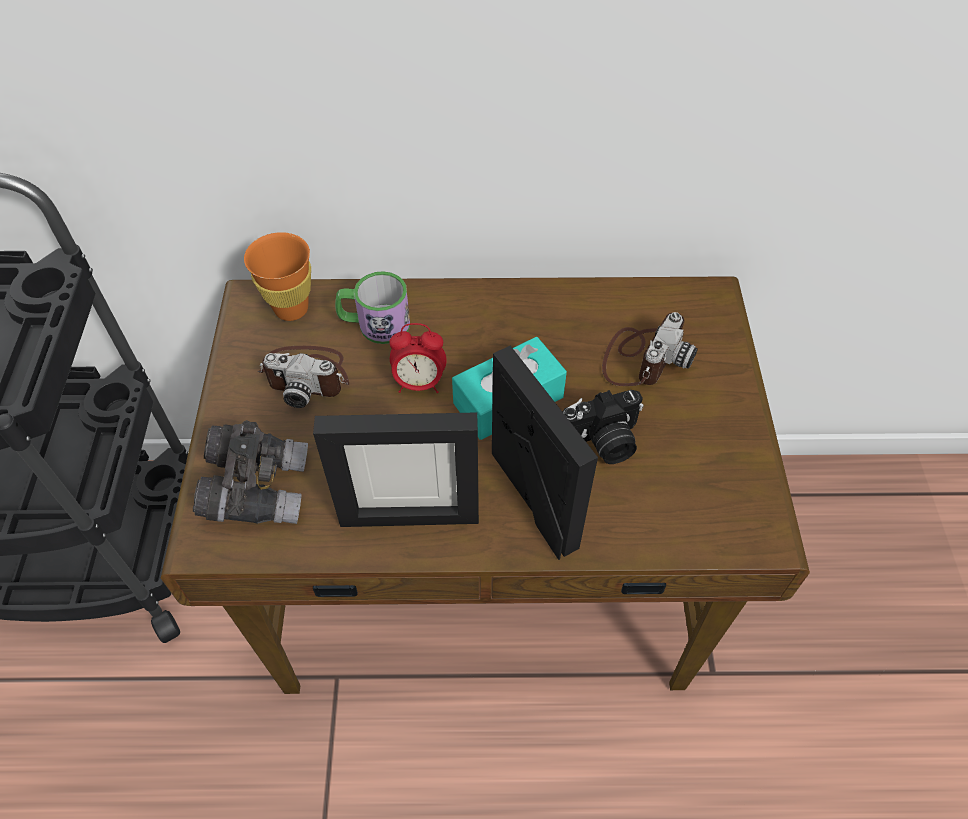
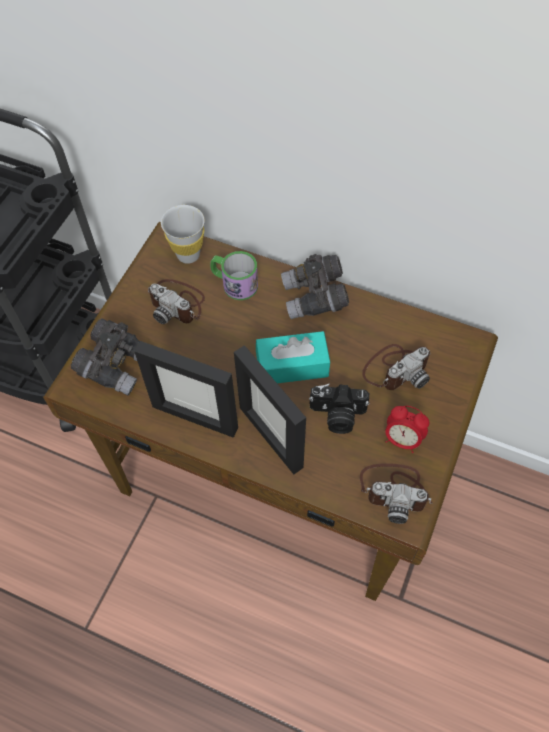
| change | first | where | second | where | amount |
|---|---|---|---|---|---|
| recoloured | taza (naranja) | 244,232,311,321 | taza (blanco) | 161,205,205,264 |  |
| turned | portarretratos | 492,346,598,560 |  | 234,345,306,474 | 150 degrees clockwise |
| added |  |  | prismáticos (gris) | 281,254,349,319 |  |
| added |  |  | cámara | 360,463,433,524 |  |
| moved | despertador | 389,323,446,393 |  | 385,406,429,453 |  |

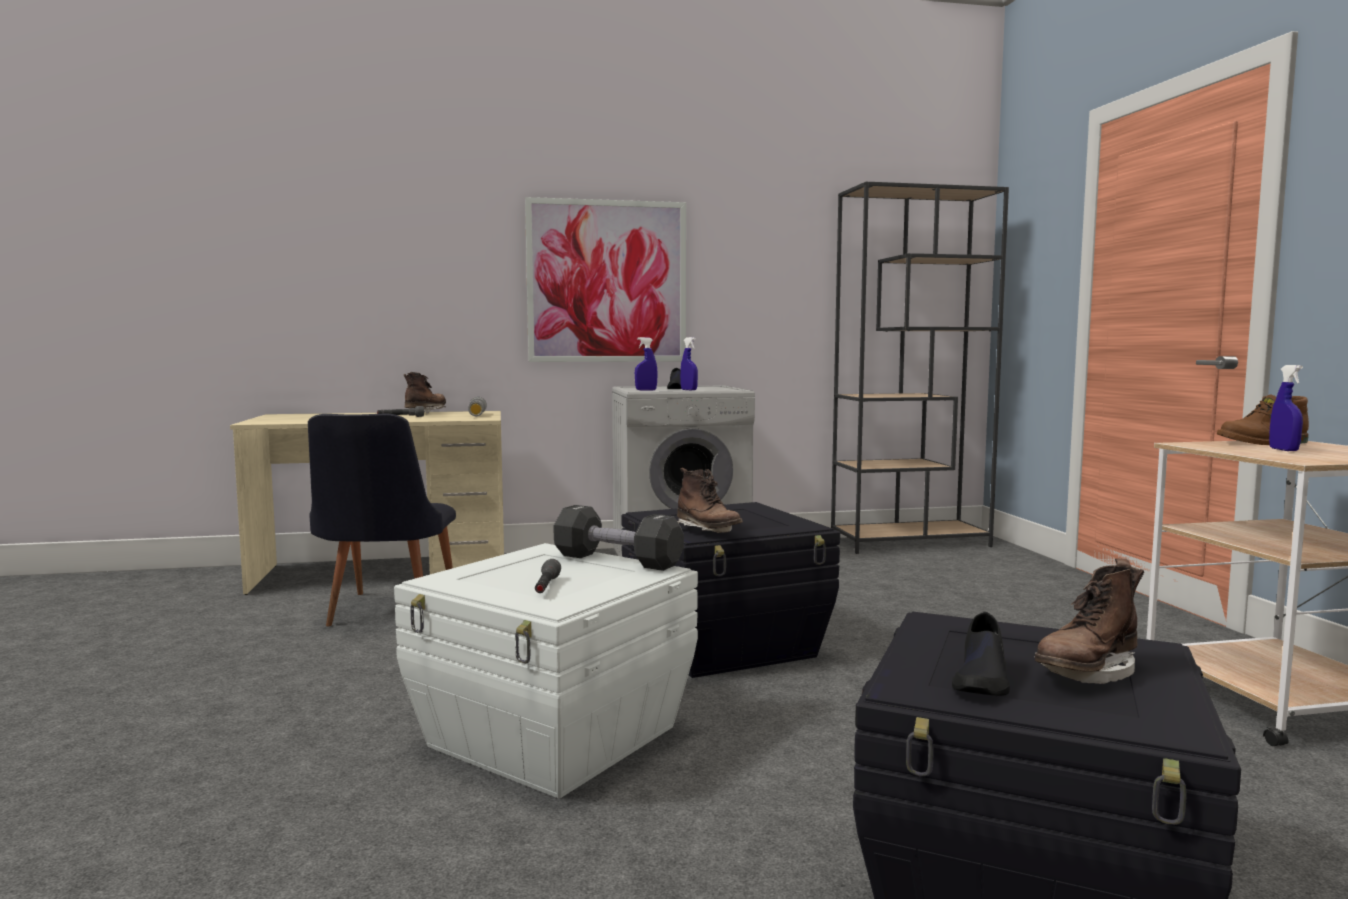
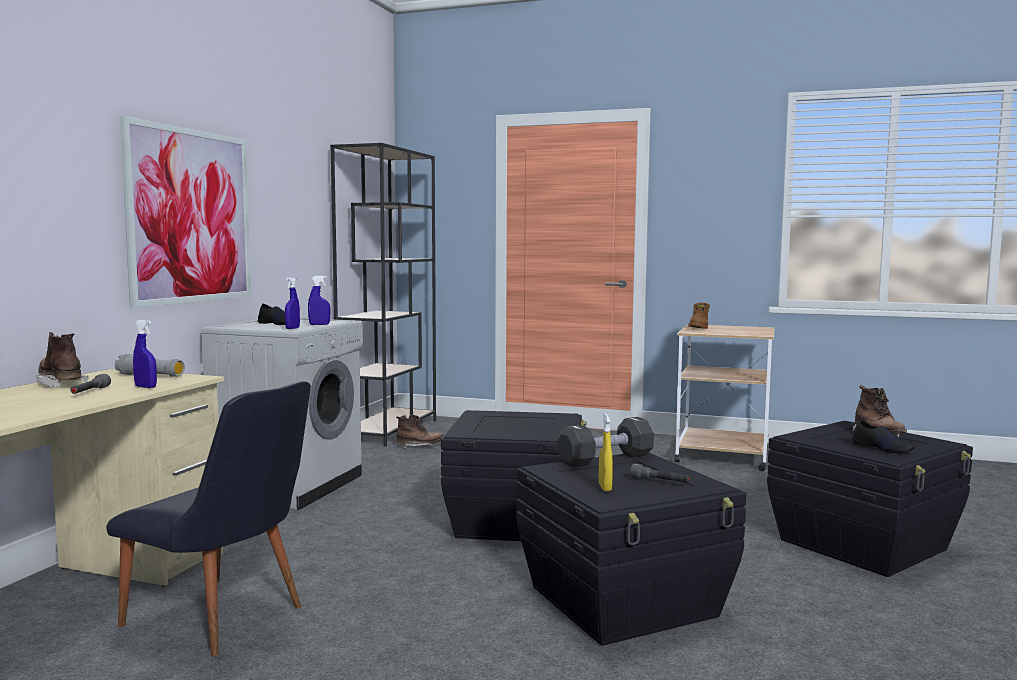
| change | first | where | second | where | amount |
|---|---|---|---|---|---|
| moved | pulverizador (azul) | 1269,365,1303,451 |  | 133,320,157,388 |  |
| moved | bota (marrón) | 677,468,743,533 |  | 396,414,444,449 |  |
| recoloured | caja de almacenaje (blanco) | 394,543,698,799 | caja de almacenaje (negro) | 516,453,746,646 |  |
| added |  |  | pulverizador (amarillo) | 599,413,613,491 |  |

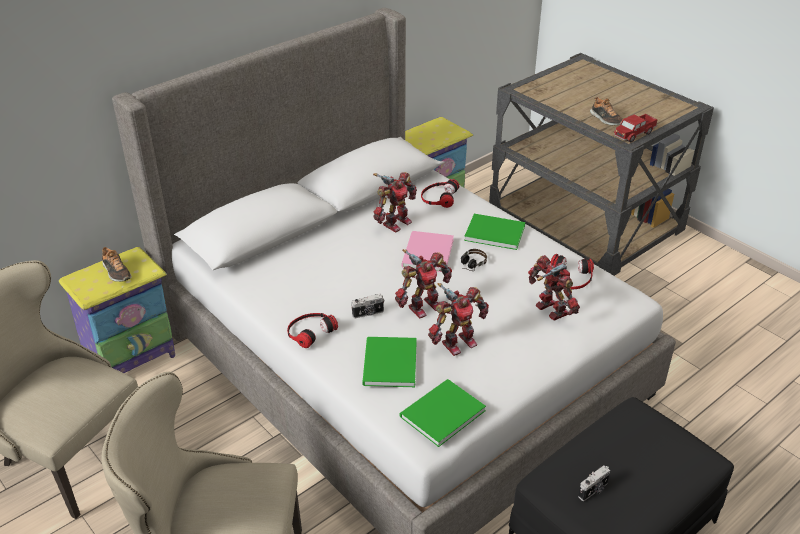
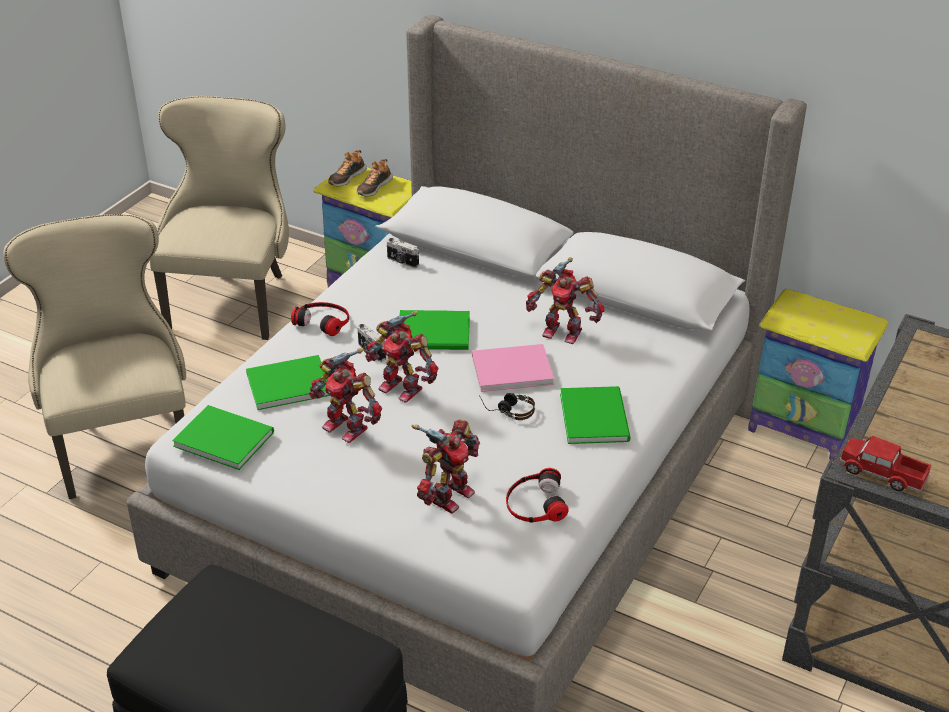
| change | first | where | second | where | amount |
|---|---|---|---|---|---|
| moved | zapato | 590,97,623,125 |  | 328,150,367,186 |  |
| moved | cámara | 578,466,610,501 |  | 387,238,419,268 |  |
| added |  |  | libro (verde) | 399,310,470,350 |  |
| removed | auriculares | 421,179,459,208 |  |  |  |

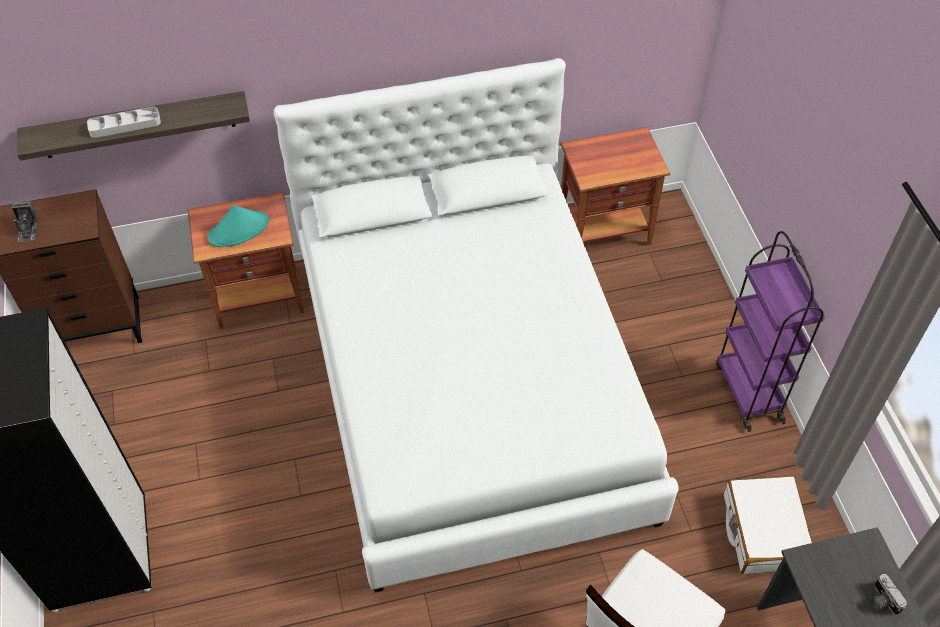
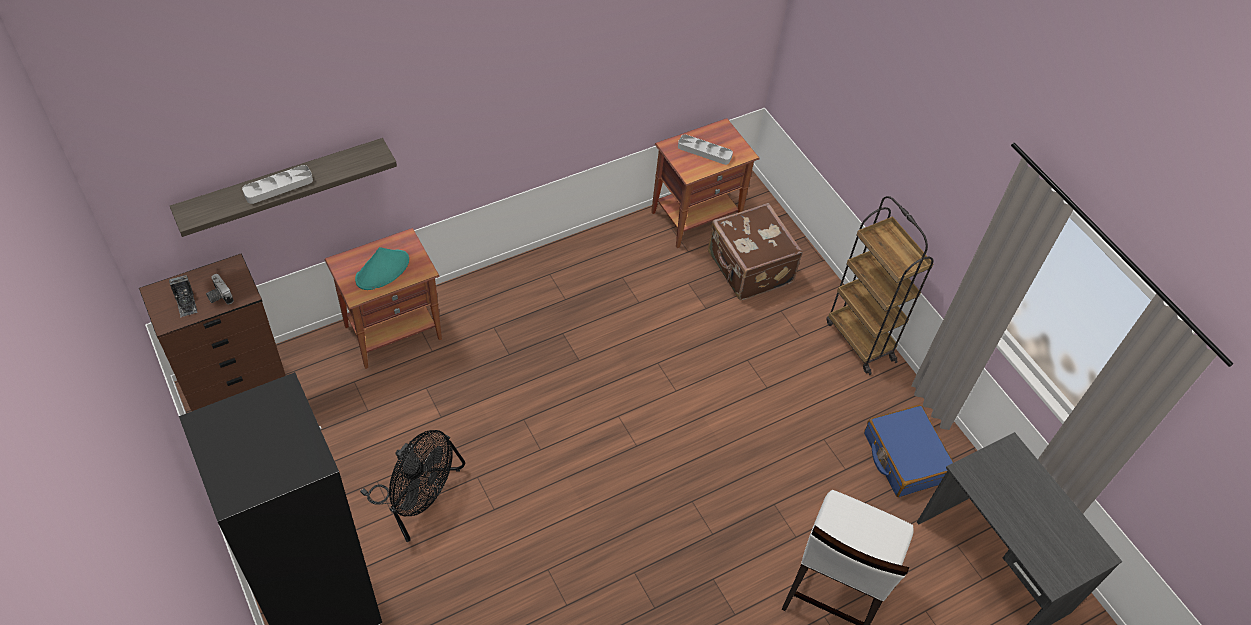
| change | first | where | second | where | amount |
|---|---|---|---|---|---|
| moved | cámara | 871,574,907,615 |  | 206,274,234,304 |  |
| added |  |  | ventilador (negro) | 360,430,465,542 |  |
| added |  |  | bandeja (gris) | 678,134,733,165 |  |
| added |  |  | maleta (marrón) | 708,203,803,300 |  |
| recoloured | carrito (morado) | 716,231,825,432 | carrito (marrón) | 826,196,934,375 |  |
| recoloured | maleta (blanco) | 724,475,813,574 | maleta (azul) | 864,405,954,497 |  |
| removed | cama (blanco) | 274,58,678,593 |  |  |  |

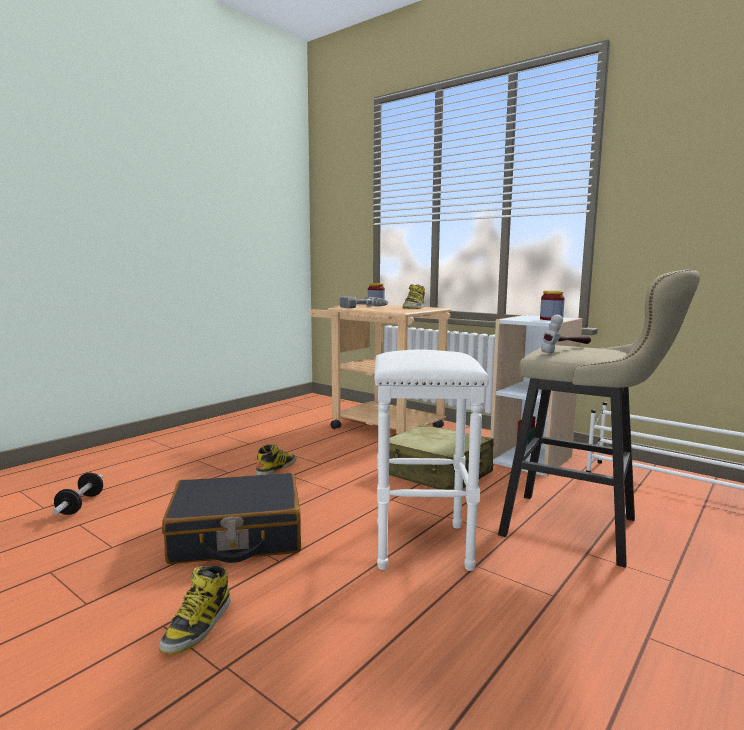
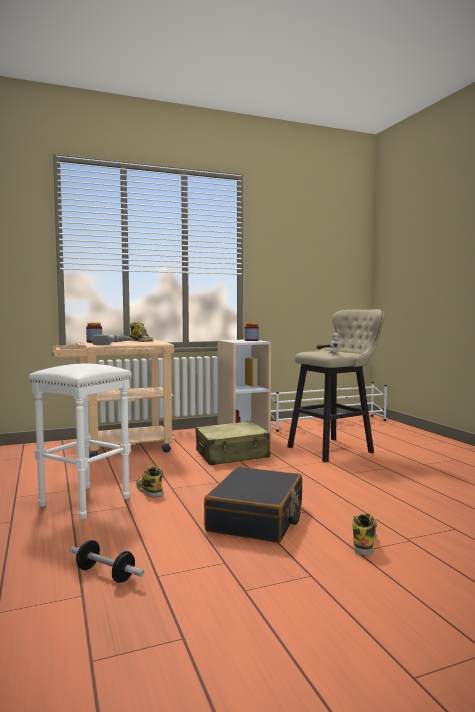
| change | first | where | second | where | amount |
|---|---|---|---|---|---|
| moved | taburete (blanco) | 375,350,489,571 |  | 29,364,132,519 |  |
| turned | bota | 159,566,231,655 |  | 352,513,377,556 | 120 degrees counterclockwise |

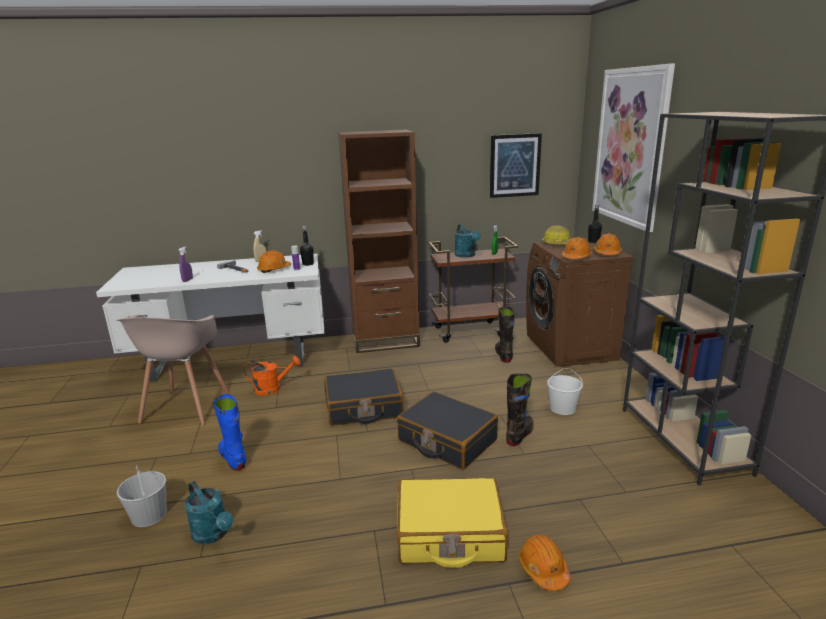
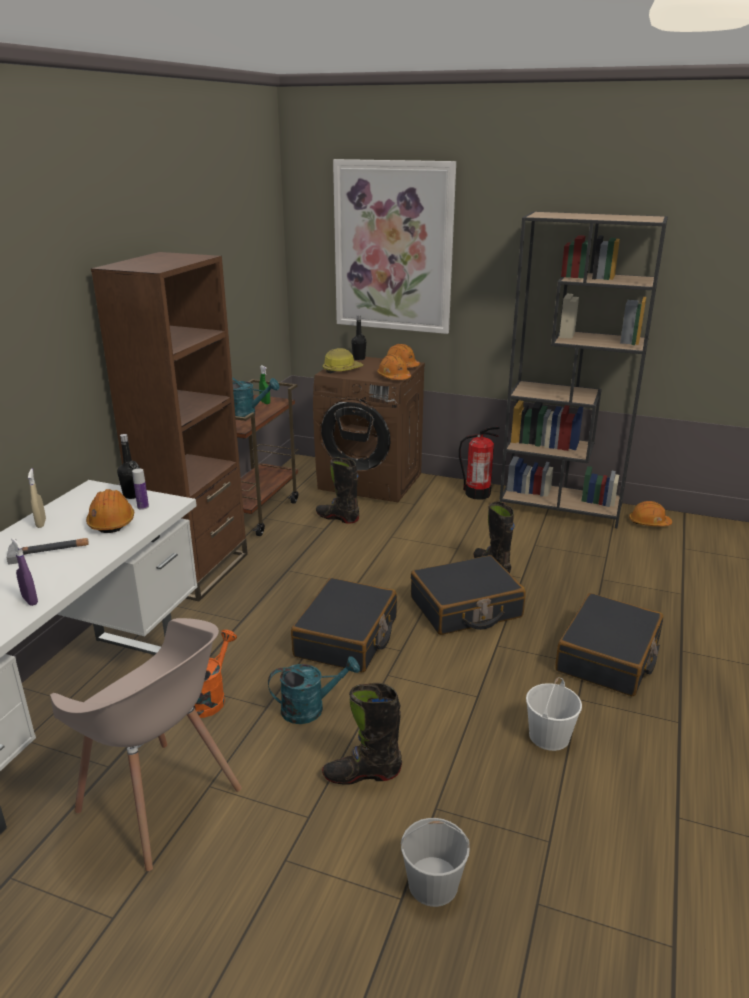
| change | first | where | second | where | amount |
|---|---|---|---|---|---|
| moved | regadera (turquesa) | 185,481,233,544 |  | 268,656,360,724 |  |
| recoloured | bota (azul) | 213,394,246,471 | bota (negro) | 322,683,402,785 |  |
| added |  |  | extintor | 459,427,500,500 |  |
| moved | cubo (blanco) | 547,368,583,415 |  | 526,677,582,751 |  |
| recoloured | maleta (amarillo) | 397,478,508,568 | maleta (negro) | 555,593,663,696 |  |
| moved | casco (naranja) | 518,535,571,590 |  | 629,501,672,526 |  |
| removed | cuadro | 490,133,542,198 |  |  |  |

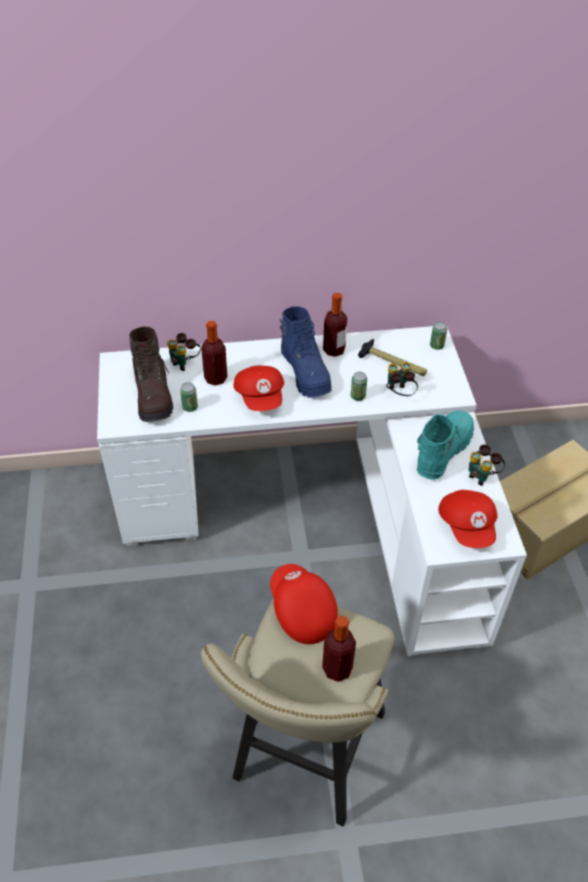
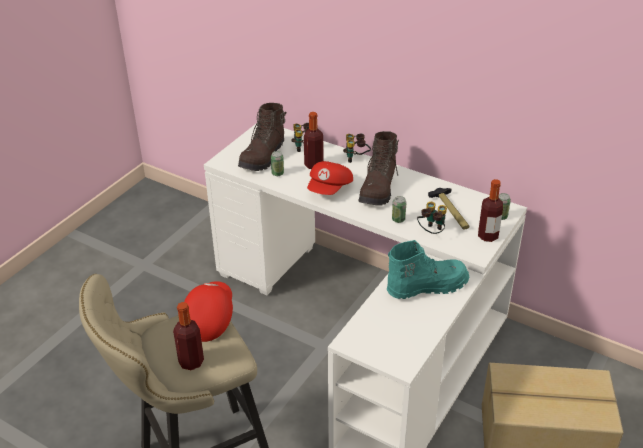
| change | first | where | second | where | amount |
|---|---|---|---|---|---|
| moved | prismáticos | 468,444,505,486 |  | 343,134,371,163 |  |
| recoloured | bota (azul) | 280,306,332,398 | bota (marrón) | 358,131,399,206 |  |
| moved | botella | 323,292,347,357 |  | 478,179,503,242 |  |
| removed | gorra (rojo) | 438,490,497,548 |  |  |  |

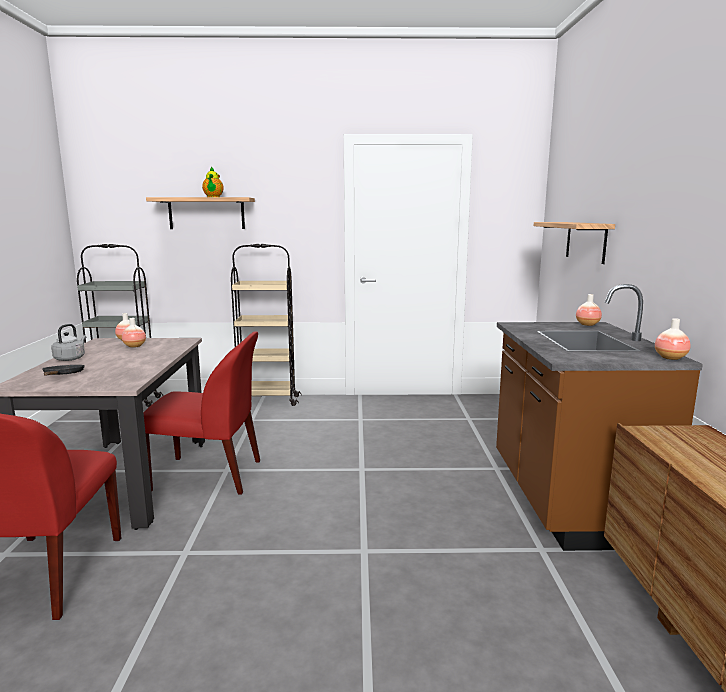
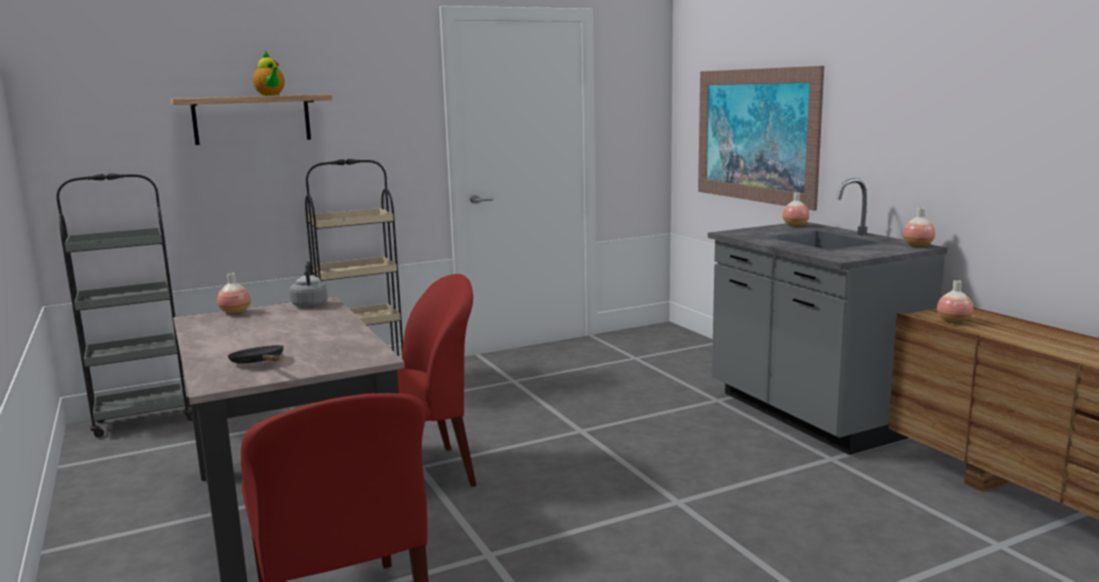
| change | first | where | second | where | amount |
|---|---|---|---|---|---|
| moved | hervidor (gris) | 51,324,86,361 |  | 290,261,328,308 |  |
| replaced | estante | 534,222,615,264 | cuadro | 698,66,824,211 |  |
| recoloured | mueble bajo de cocina (marrón) | 496,284,703,551 | mueble bajo de cocina (gris) | 708,178,948,455 |  |
| moved | florero | 122,318,146,348 |  | 937,280,973,324 |  |

